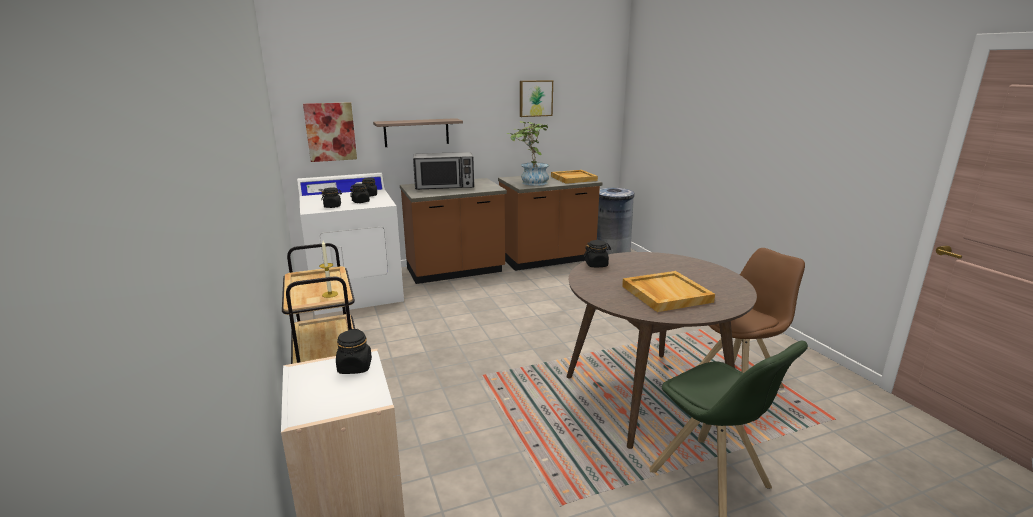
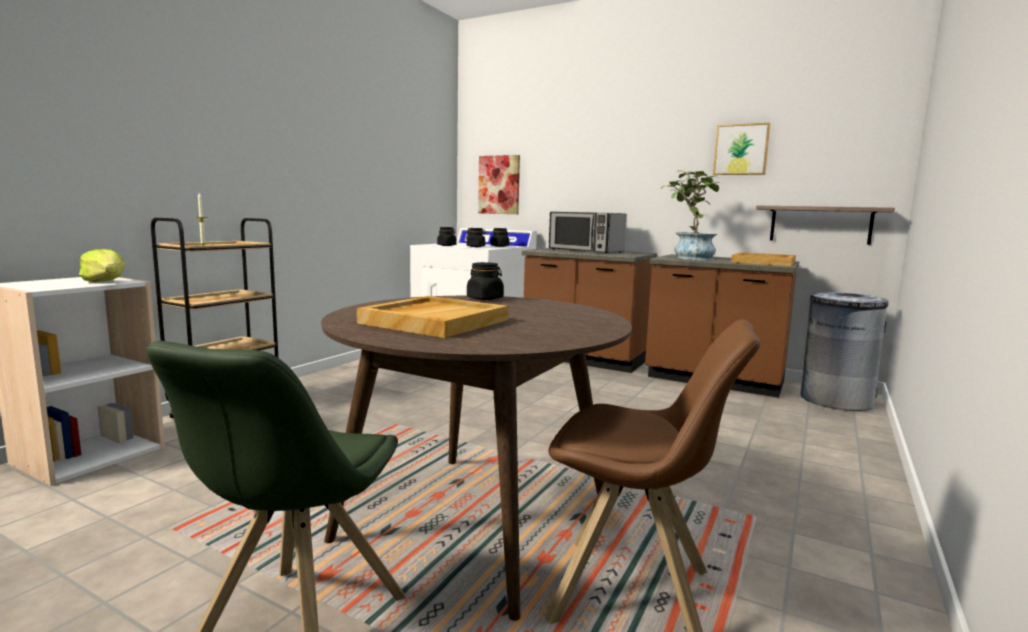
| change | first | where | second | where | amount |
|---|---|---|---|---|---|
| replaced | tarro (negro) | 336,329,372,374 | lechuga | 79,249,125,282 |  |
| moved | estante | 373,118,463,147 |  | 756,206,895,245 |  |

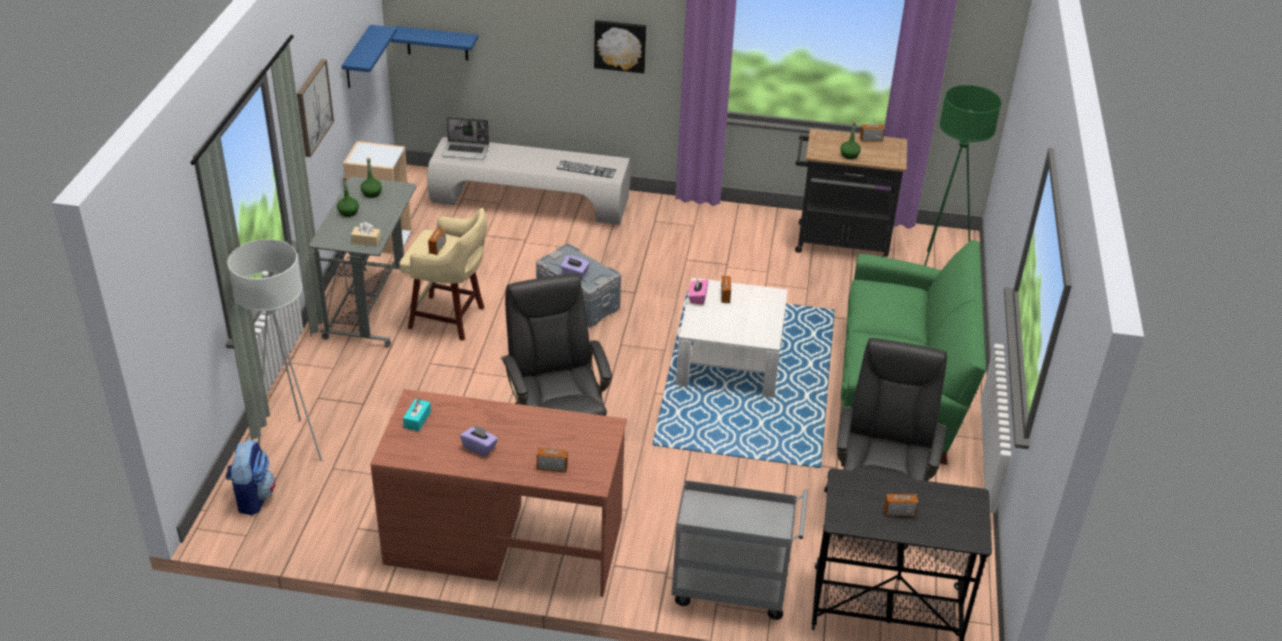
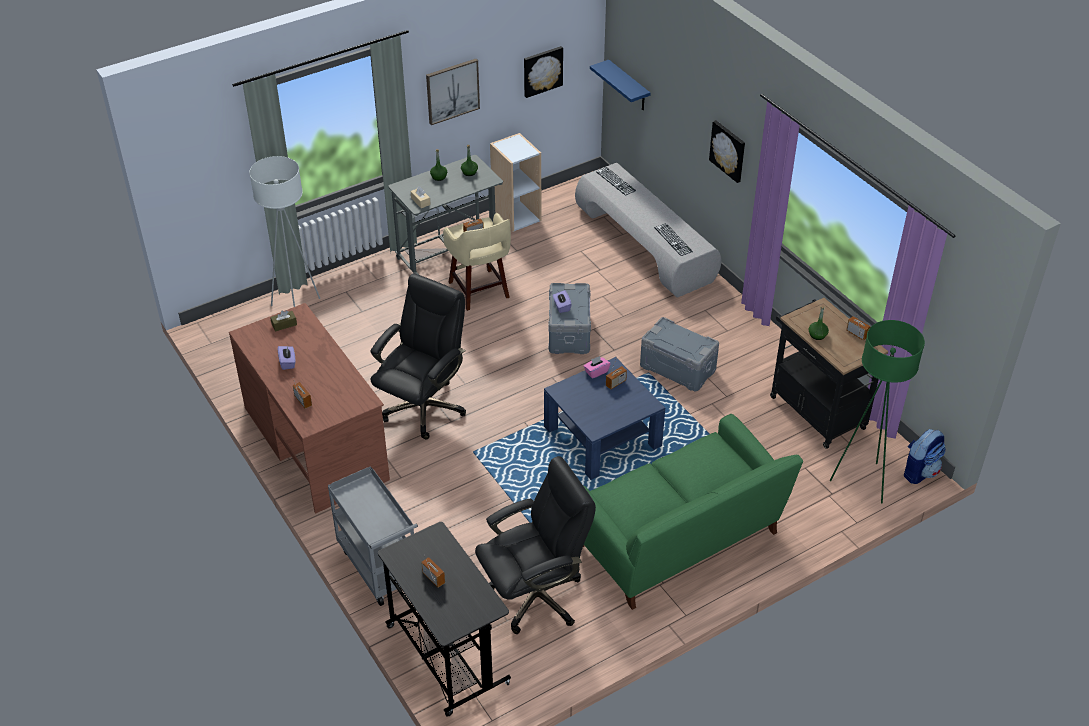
| change | first | where | second | where | amount |
|---|---|---|---|---|---|
| recoloured | caja de pañuelos (turquesa) | 403,398,431,431 | caja de pañuelos (marrón) | 270,310,297,332 |  |
| replaced | estante (azul) | 342,25,397,88 | cuadro | 524,46,563,98 |  |
| recoloured | mesa de centro (blanco) | 676,278,788,398 | mesa de centro (azul) | 544,357,665,480 |  |
| replaced | portátil | 442,117,489,160 | teclado | 596,167,636,196 |  |
| added |  |  | caja de almacenaje (gris) | 640,317,719,392 |  |
| moved | mochila | 226,439,275,515 |  | 904,429,946,484 |  |

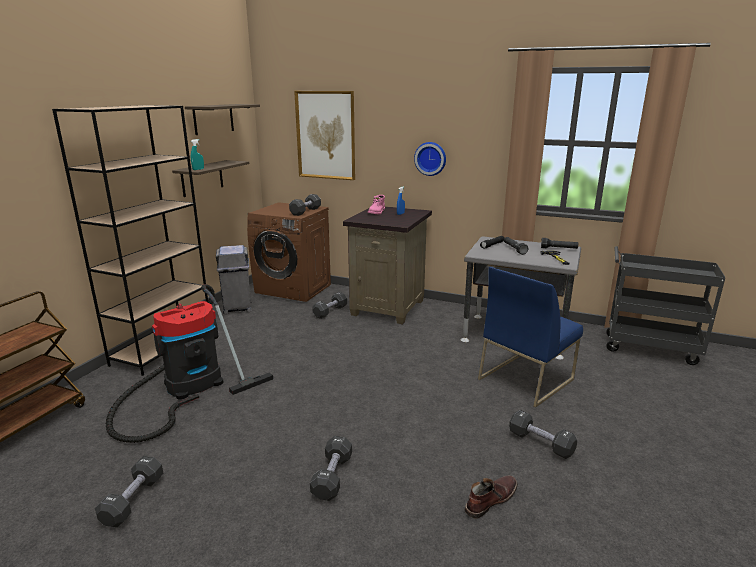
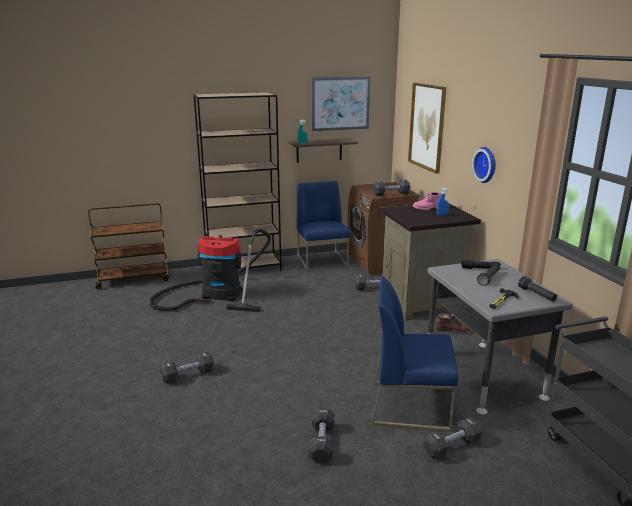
| change | first | where | second | where | amount |
|---|---|---|---|---|---|
| replaced | papelera (gris) | 216,245,252,314 | silla (azul) | 297,181,350,271 |  |
| replaced | estante | 185,104,260,135 | cuadro | 311,76,370,131 |  |
| moved | mancuerna (negro) | 95,456,163,527 |  | 423,417,482,459 |  |
| moved | bota (marrón) | 465,475,518,518 |  | 434,313,473,334 |  |

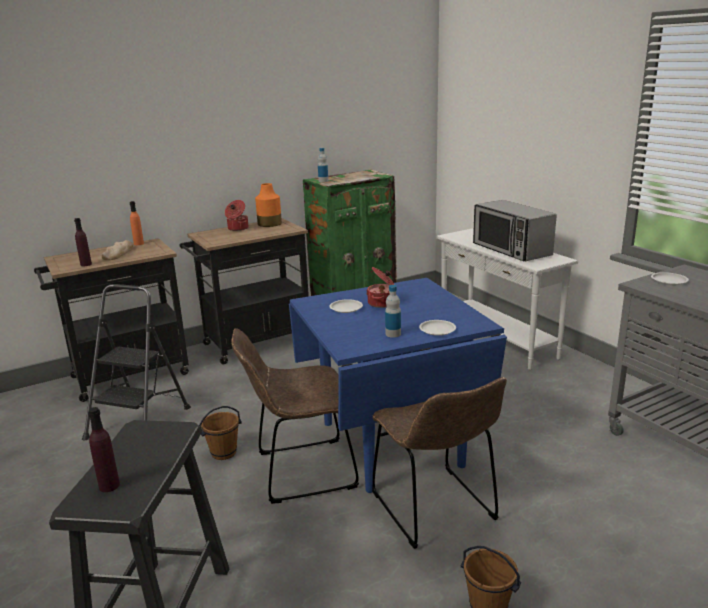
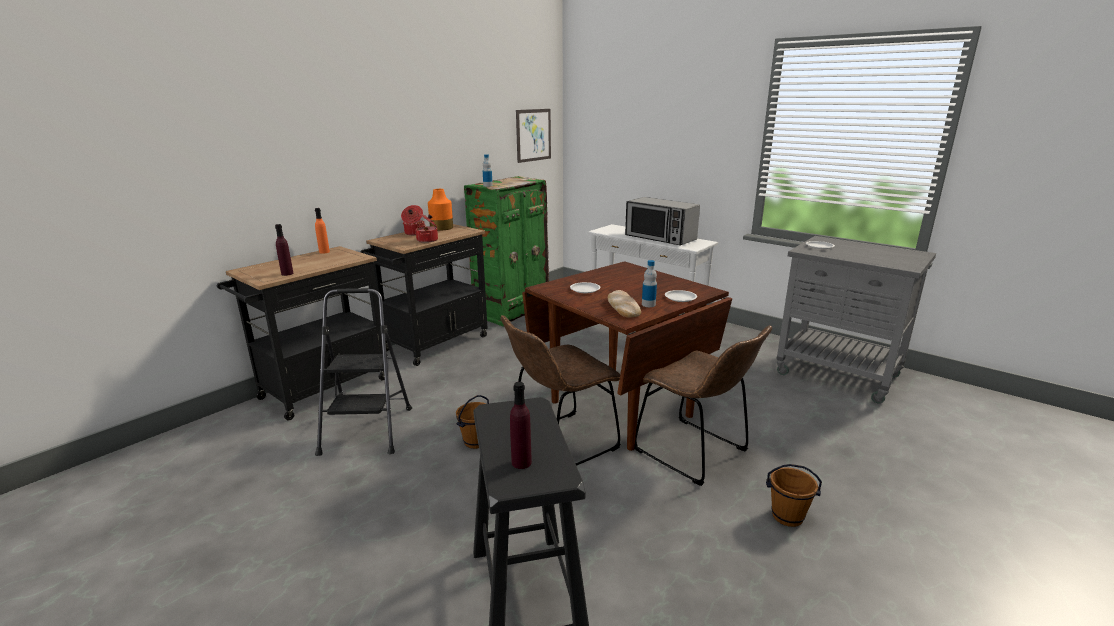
| change | first | where | second | where | amount |
|---|---|---|---|---|---|
| moved | olla | 366,267,394,308 |  | 415,213,438,243 |  |
| added |  |  | cuadro | 516,109,551,163 |  |
| recoloured | mesa de comedor (azul) | 289,278,507,493 | mesa de comedor (marrón) | 522,261,732,451 |  |
| moved | pan | 102,240,133,260 |  | 608,290,641,318 |  |

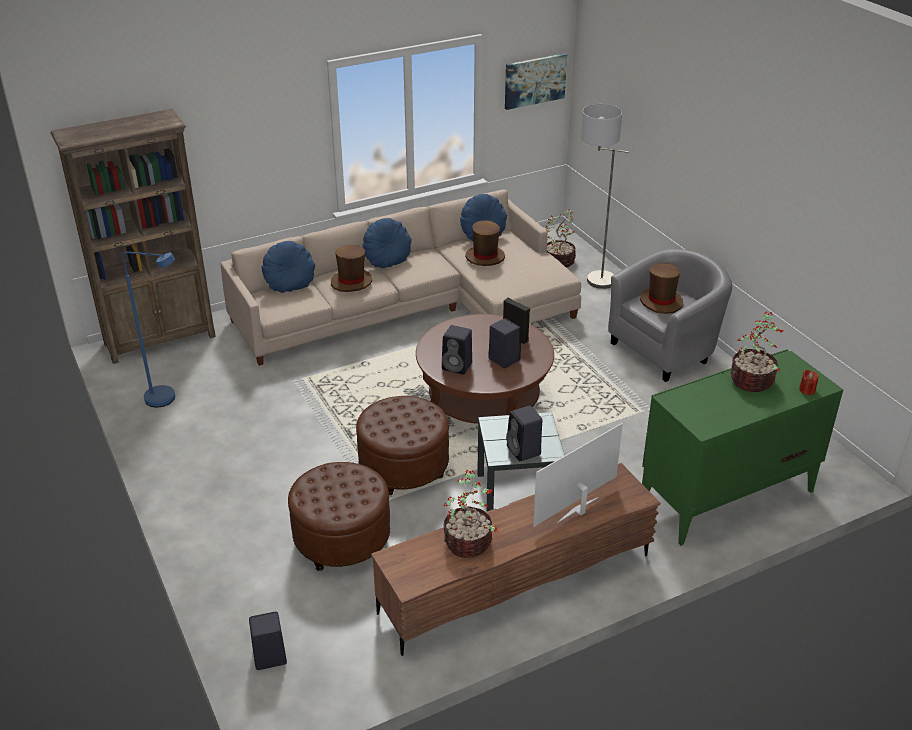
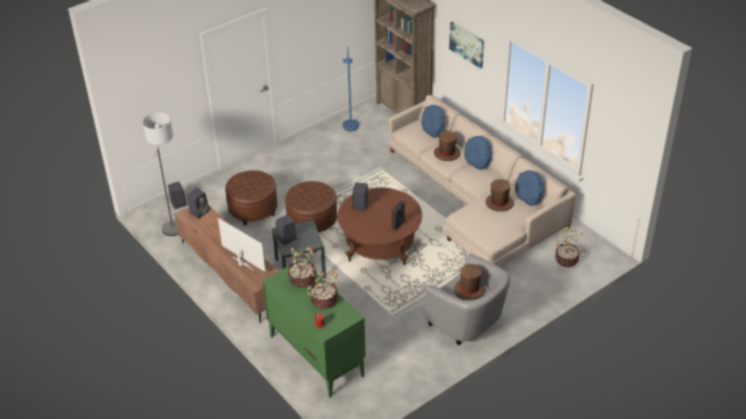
| change | first | where | second | where | amount |
|---|---|---|---|---|---|
| moved | lámpara de pie (gris) | 581,104,629,289 |  | 143,113,179,236 |  |
| moved | altavoz (negro) | 488,318,521,368 |  | 187,188,209,218 |  |
| moved | planta en maceta | 444,469,498,558 |  | 288,246,316,288 |  |
| moved | cuadro | 505,53,567,110 |  | 449,22,484,69 |  |

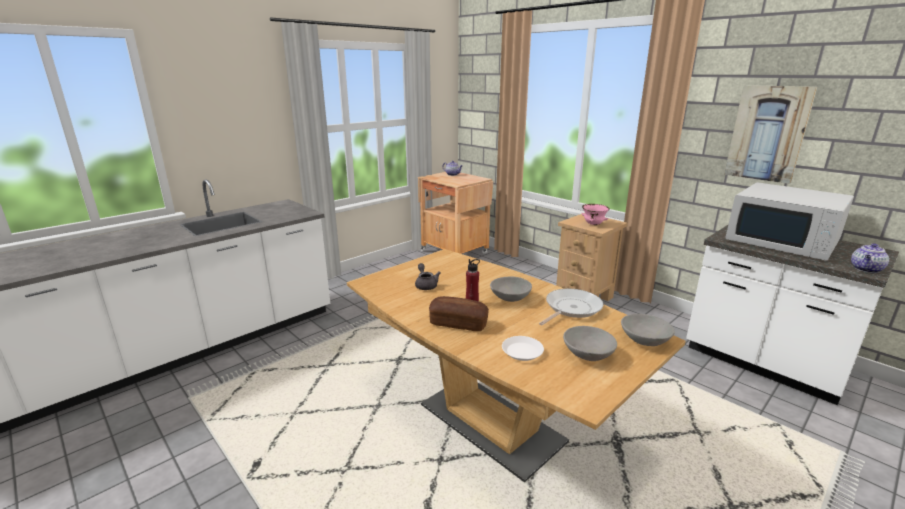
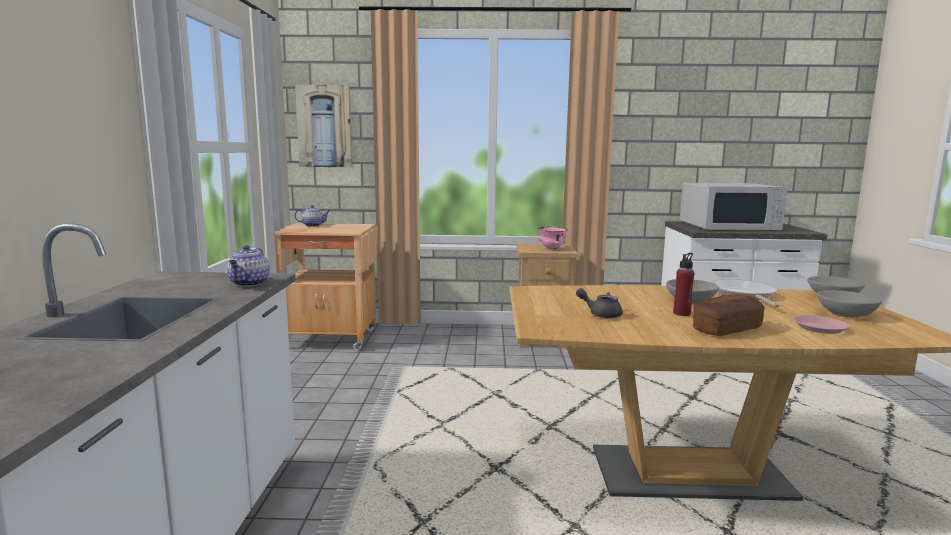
| change | first | where | second | where | amount |
|---|---|---|---|---|---|
| moved | tetera | 851,243,889,273 |  | 227,245,270,287 |  |
| moved | cuadro | 724,85,817,184 |  | 295,85,352,167 |  |
| recoloured | plato (blanco) | 502,336,544,361 | plato (rosa) | 794,315,849,334 |  |

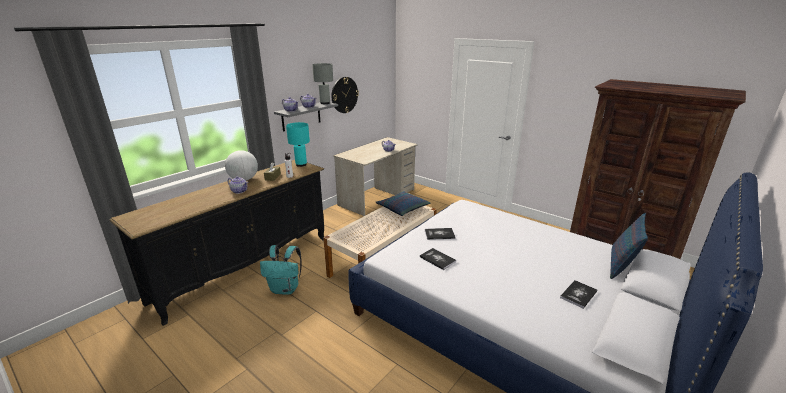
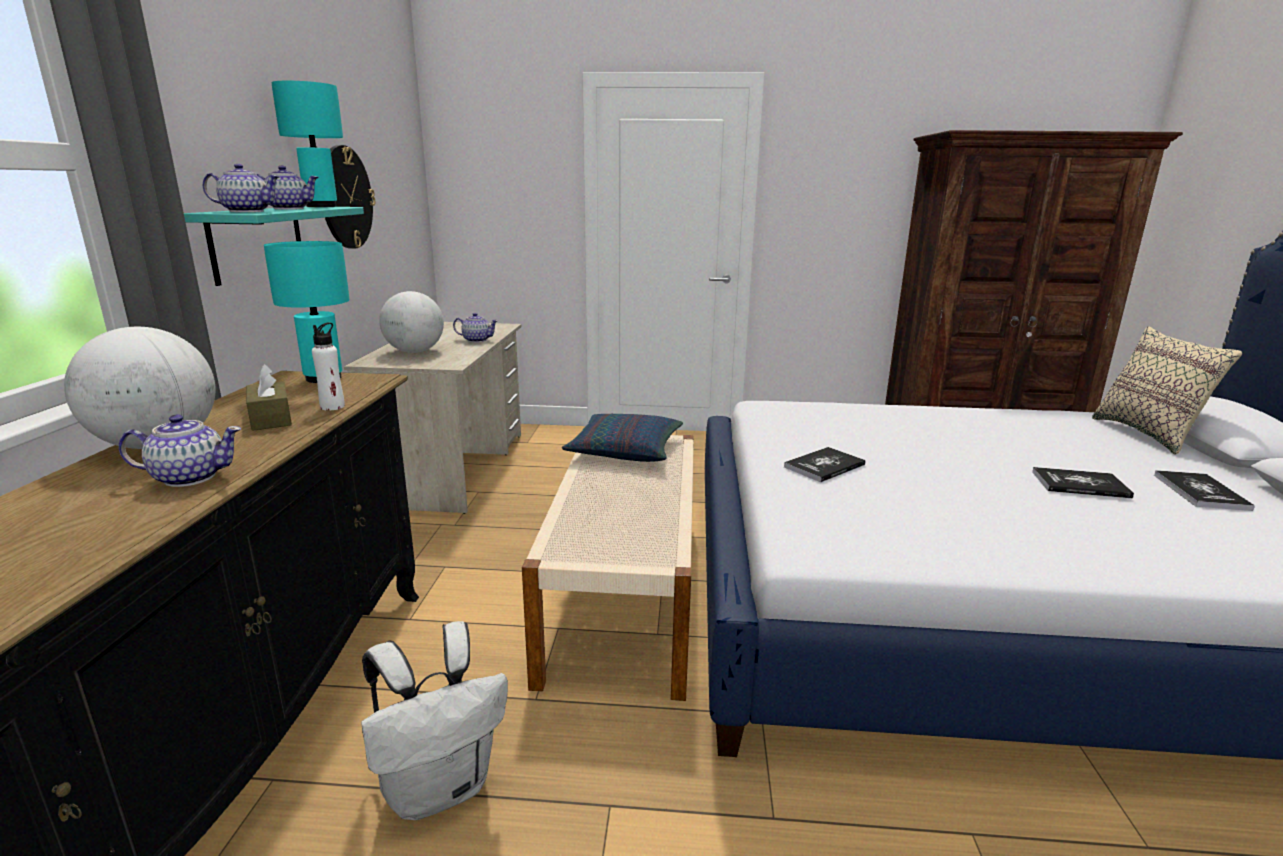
| change | first | where | second | where | amount |
|---|---|---|---|---|---|
| recoloured | estante (gris) | 274,102,338,131 | estante (turquesa) | 184,206,364,286 |  |
| recoloured | lámpara de mesa (gris) | 312,63,333,104 | lámpara de mesa (turquesa) | 272,81,343,207 |  |
| recoloured | mochila (turquesa) | 260,245,302,295 | mochila (blanco) | 361,621,508,820 |  |
| added |  |  | globo terráqueo | 379,291,444,353 |  |
| moved | libro | 420,248,456,270 |  | 1032,467,1134,498 |  |
| recoloured | cojín (azul) | 610,213,648,279 | cojín (beis) | 1092,326,1242,454 |  |

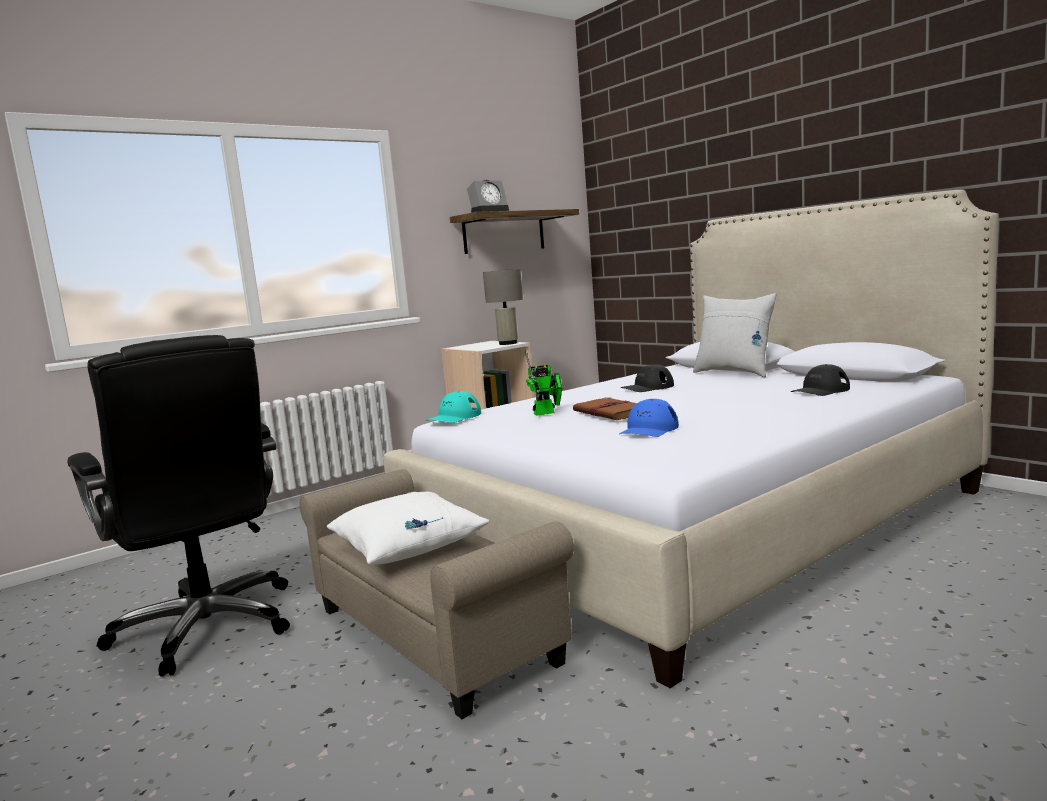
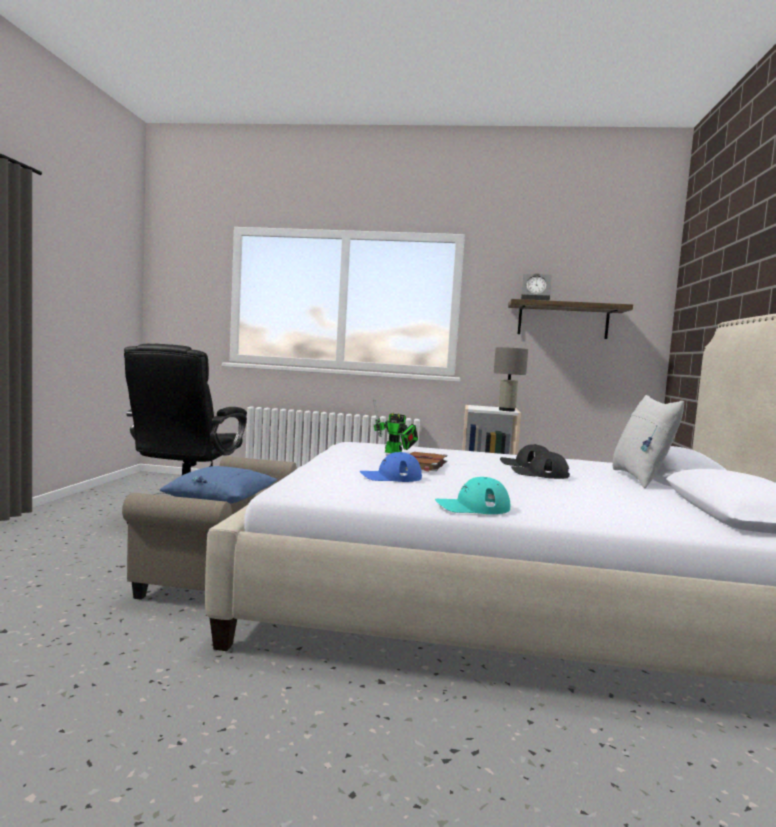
| change | first | where | second | where | amount |
|---|---|---|---|---|---|
| recoloured | cojín (blanco) | 327,492,490,564 | cojín (azul) | 160,466,277,503 |  |
| moved | gorra (turquesa) | 426,391,481,423 |  | 435,477,510,514 |  |
| moved | gorra (negro) | 791,364,850,396 |  | 511,452,570,479 |  |

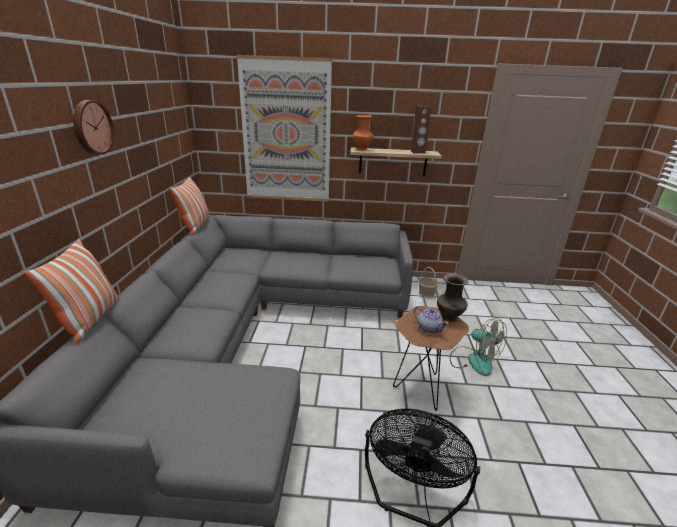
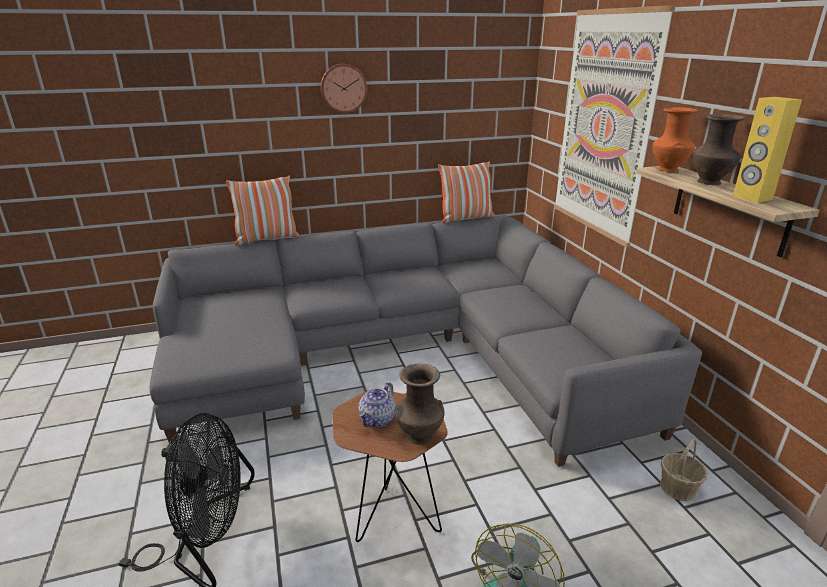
| change | first | where | second | where | amount |
|---|---|---|---|---|---|
| added |  |  | florero (marrón) | 693,114,745,185 |  |
| recoloured | altavoz (marrón) | 411,106,432,154 | altavoz (amarillo) | 733,97,802,203 |  |

